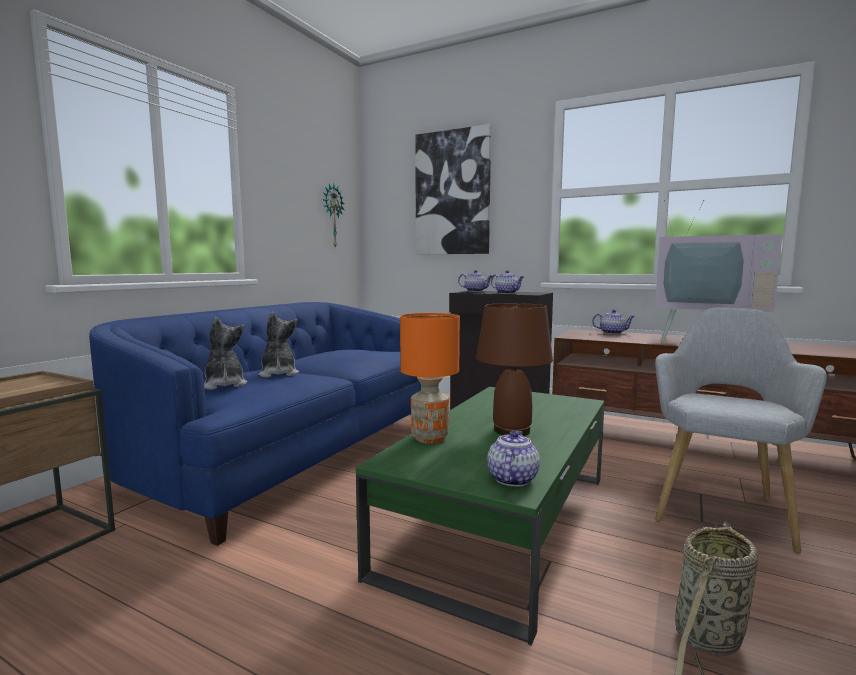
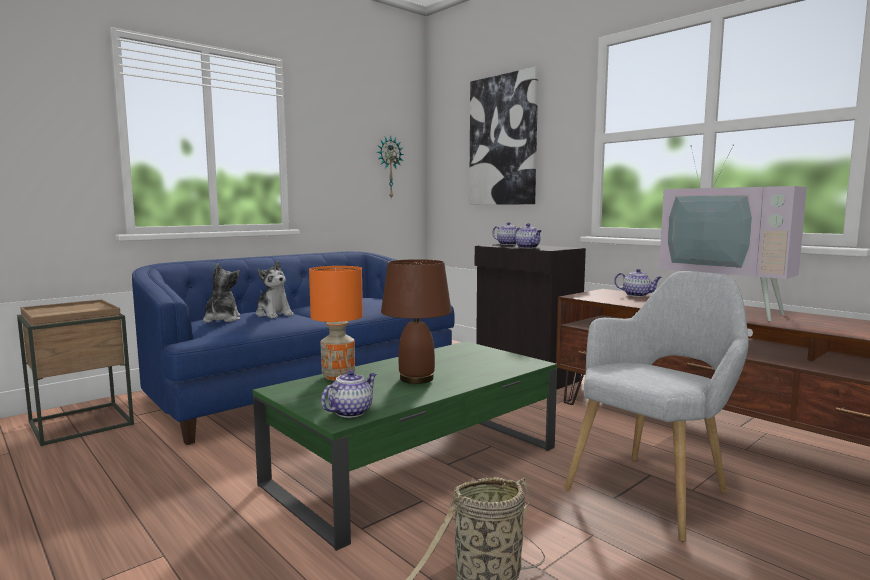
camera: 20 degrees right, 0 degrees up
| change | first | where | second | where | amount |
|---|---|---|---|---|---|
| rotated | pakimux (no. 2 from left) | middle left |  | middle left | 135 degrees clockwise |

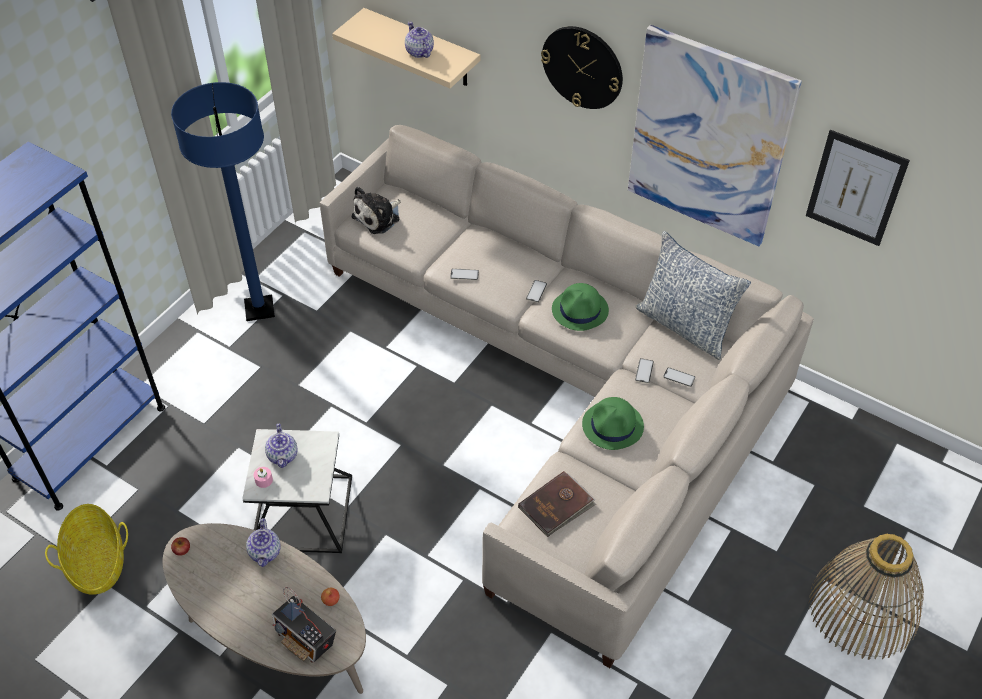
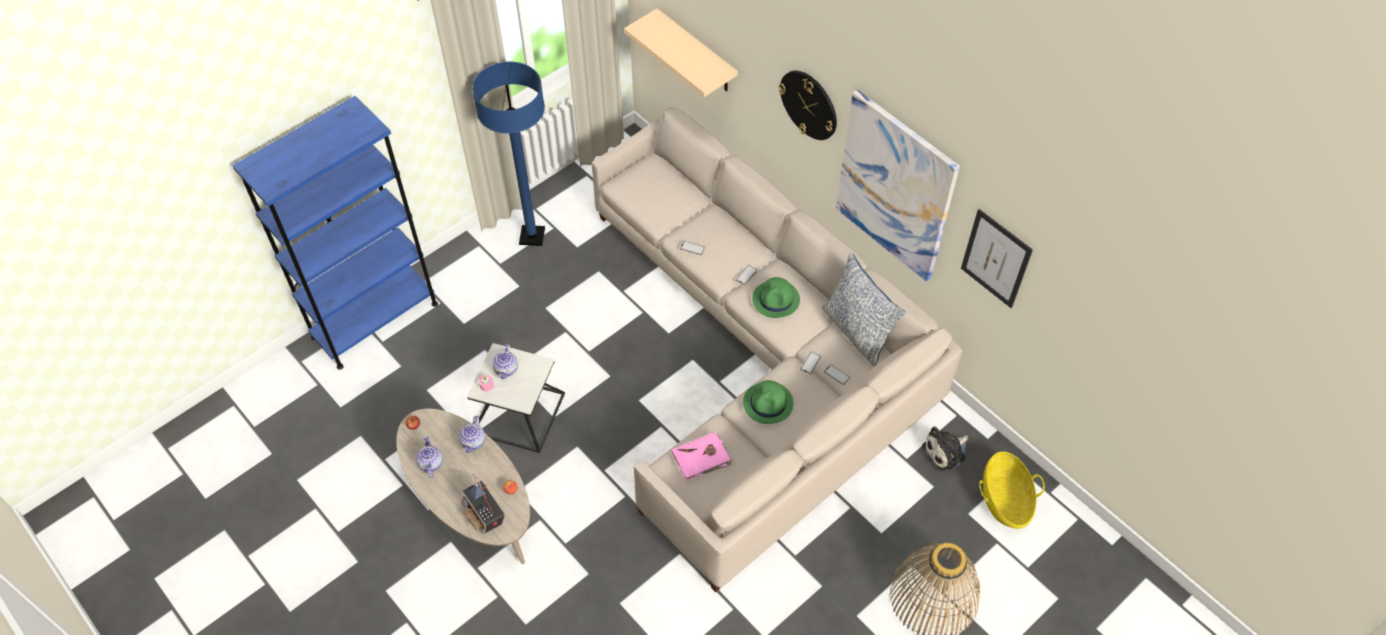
camera: 15 degrees right, 5 degrees up
| change | first | where | second | where | amount |
|---|---|---|---|---|---|
| shifted | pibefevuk (no. 3 from left in the first image) | top centre | pibefevuk (no. 1 from left) | bottom left |  |
| shifted | pakimux | top centre |  | bottom right |  |
| repainted | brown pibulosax | bottom centre | pink pibulosax | bottom centre |  |
| shifted | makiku (no. 1 from left in the first image) | bottom left | makiku (no. 2 from left) | bottom right |  |

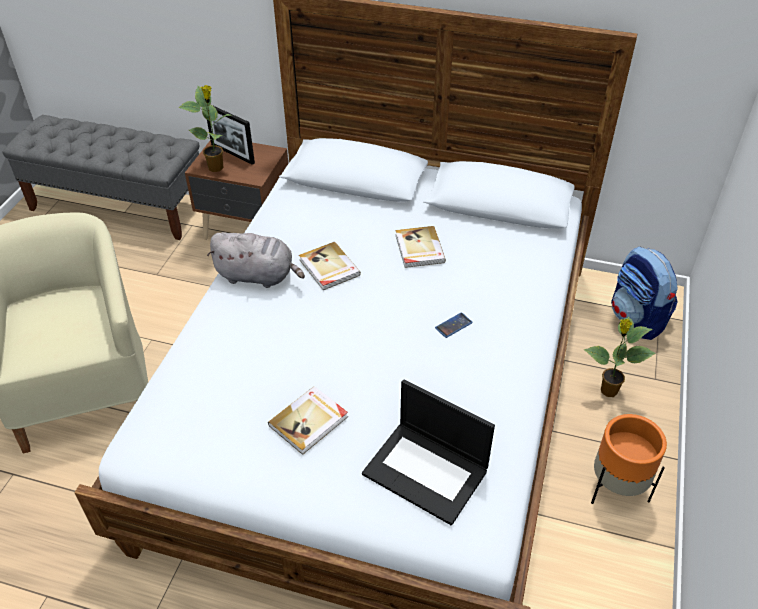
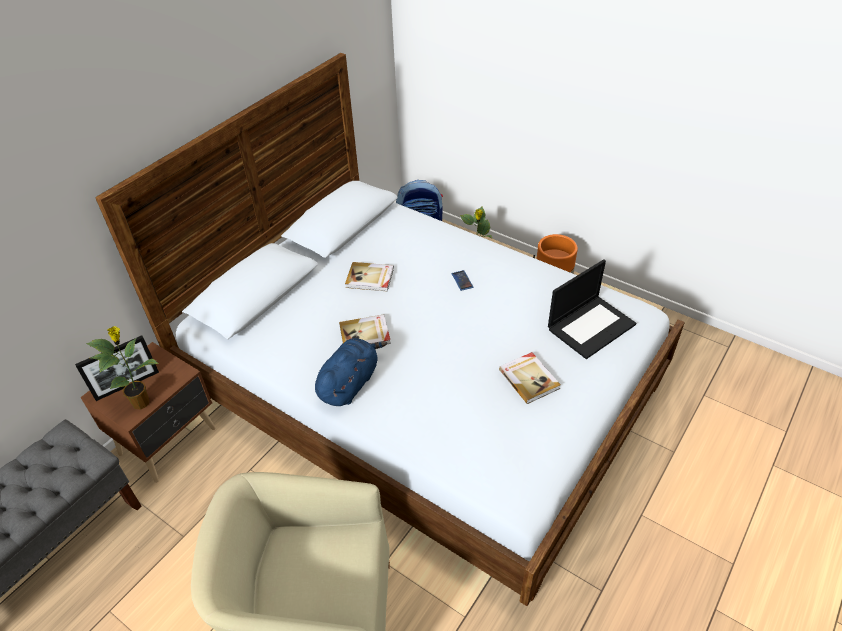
camera: 70 degrees left, 0 degrees up
| change | first | where | second | where | amount |
|---|---|---|---|---|---|
| repainted | grey pakimux | centre | blue pakimux | centre |  |

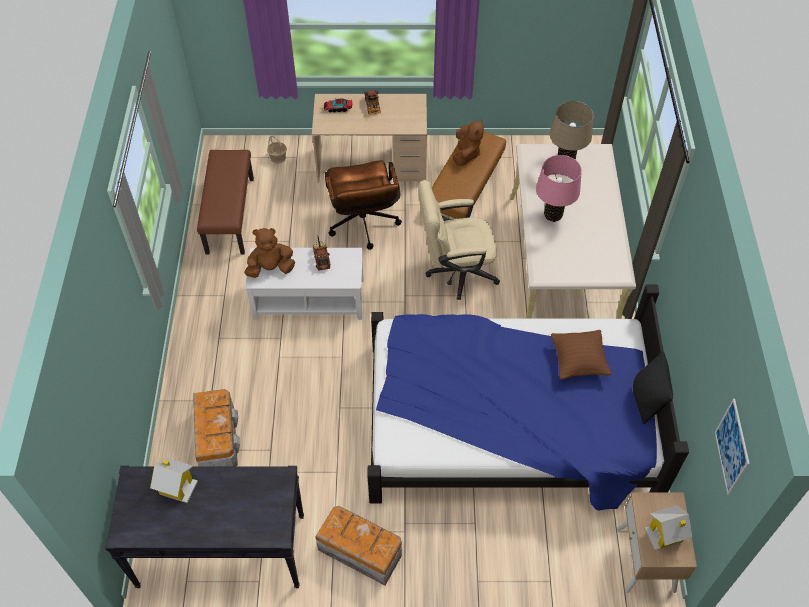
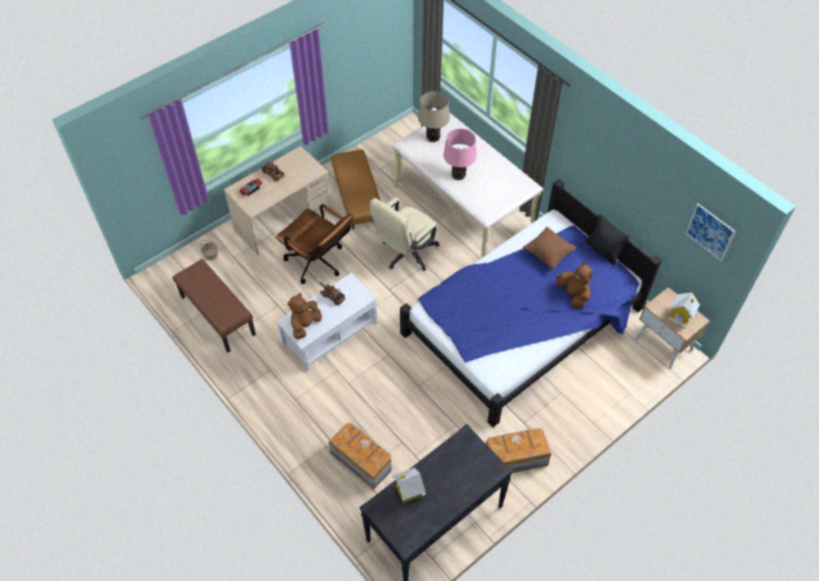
camera: 40 degrees left, 0 degrees up
| change | first | where | second | where | amount |
|---|---|---|---|---|---|
| shifted | brown pakimux (no. 2 from left) | top centre |  | middle right |  |

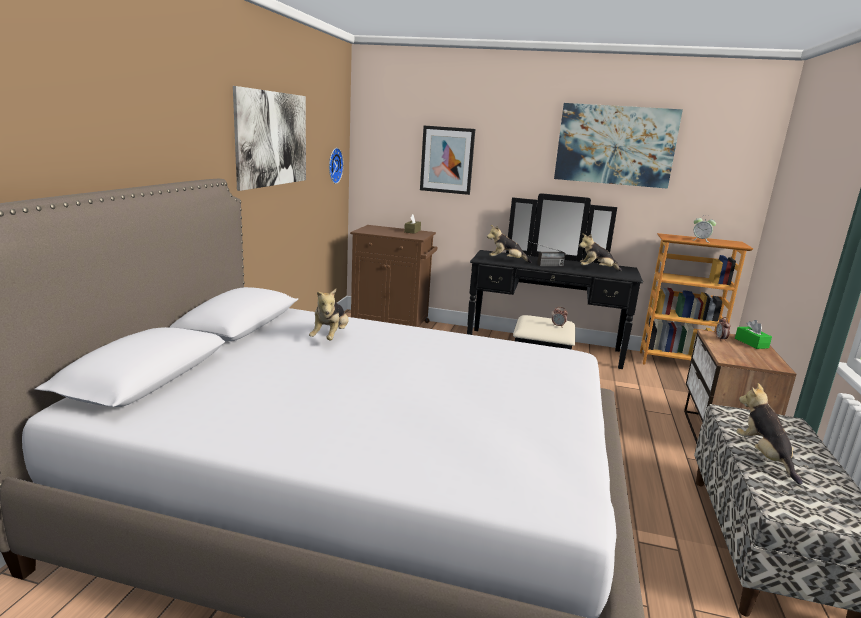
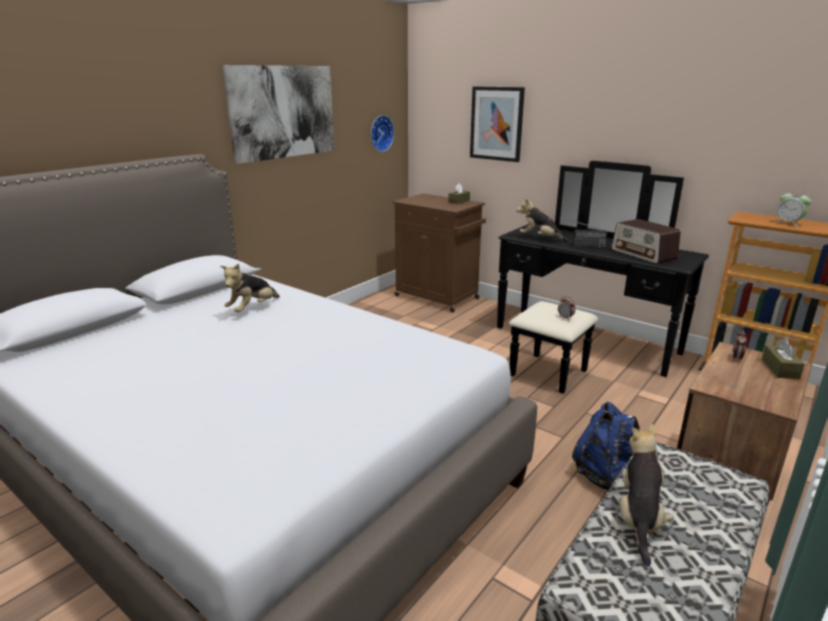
camera: 25 degrees right, 5 degrees up
| change | first | where | second | where | amount |
|---|---|---|---|---|---|
| gone | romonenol (no. 3 from left) | top right |  |  |  |
| swapped | pakimux (no. 3 from left) | middle right | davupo (no. 2 from left) | middle right |  |
| repainted | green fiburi | middle right | brown fiburi (no. 2 from left) | middle right |  |
| new |  |  | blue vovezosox | bottom right |  |

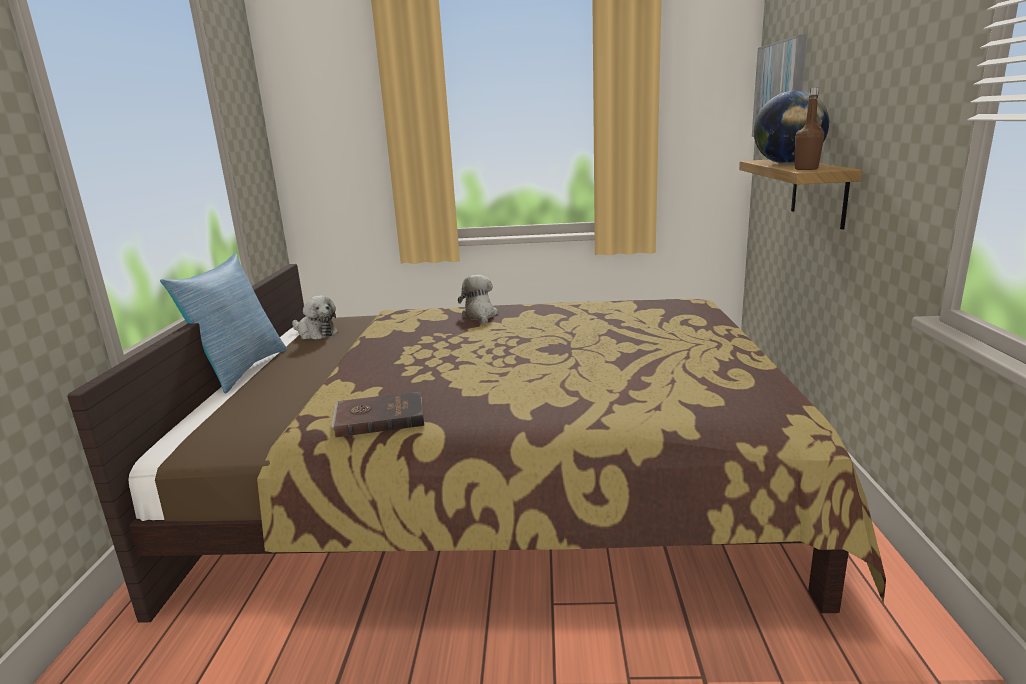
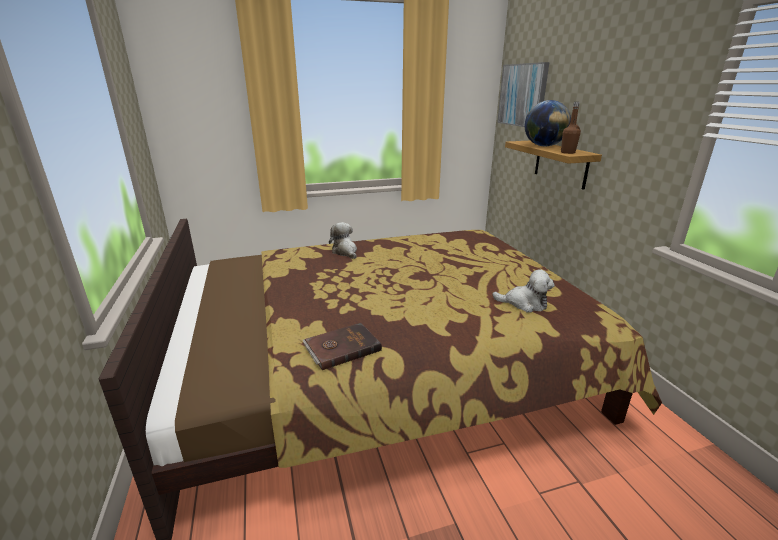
camera: 20 degrees left, 5 degrees up
| change | first | where | second | where | amount |
|---|---|---|---|---|---|
| gone | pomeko | middle left |  |  |  |
| shifted | pakimux (no. 1 from left in the first image) | middle left | pakimux (no. 2 from left) | middle right |  |

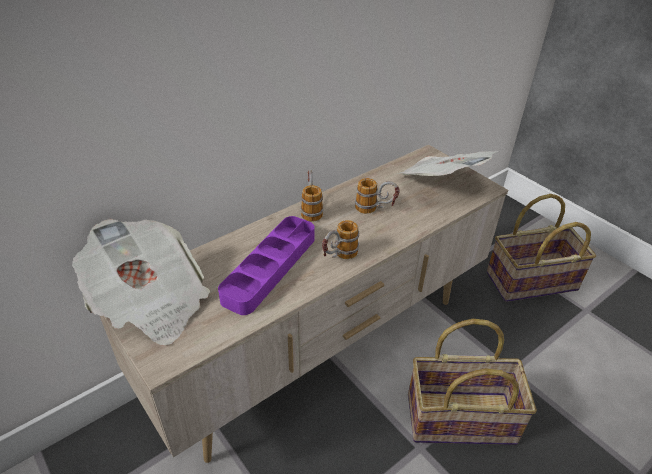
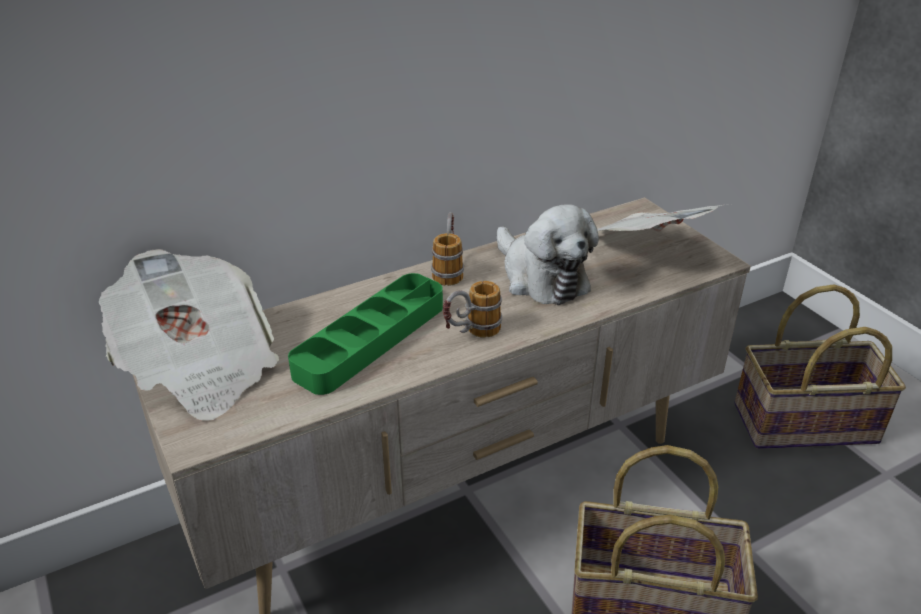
camera: 10 degrees right, 5 degrees down
| change | first | where | second | where | amount |
|---|---|---|---|---|---|
| swapped | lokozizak (no. 3 from left) | centre | pakimux | centre |  |
| repainted | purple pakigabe | centre | green pakigabe | centre |  |

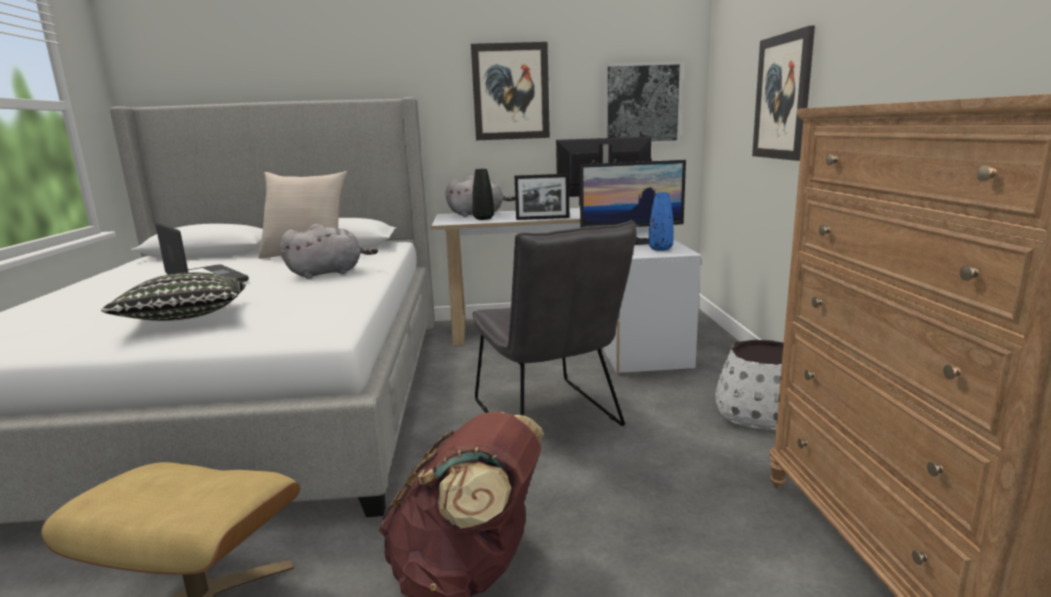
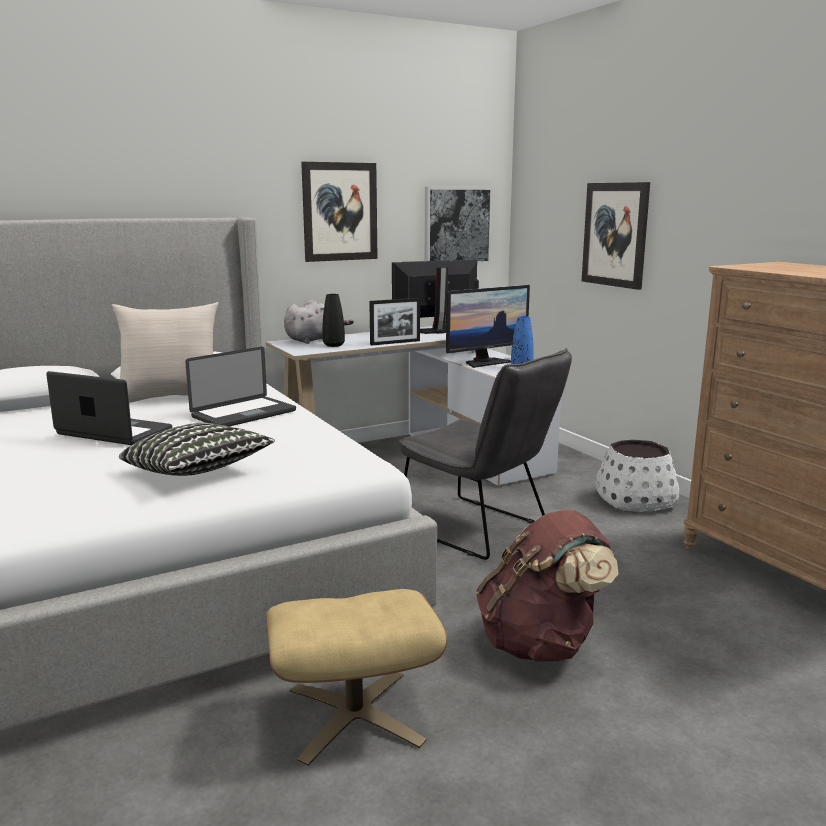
camera: 25 degrees left, 0 degrees up
| change | first | where | second | where | amount |
|---|---|---|---|---|---|
| swapped | grey pakimux (no. 1 from left) | middle left | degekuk (no. 2 from left) | middle left |  |

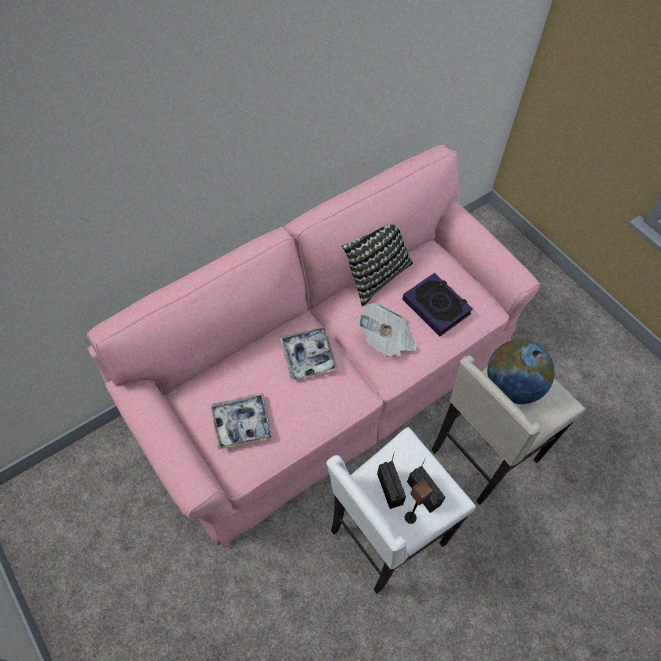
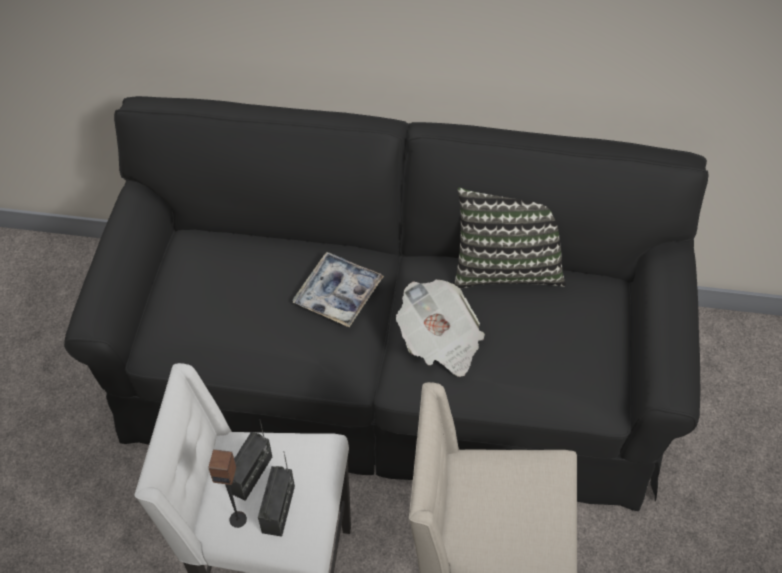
camera: 45 degrees right, 5 degrees down
| change | first | where | second | where | amount |
|---|---|---|---|---|---|
| repainted | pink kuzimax | centre | black kuzimax | centre |  |
| gone | pibulosax | centre |  |  |  |
| gone | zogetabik | middle right |  |  |  |
| gone | pakigabe (no. 1 from left) | centre |  |  |  |

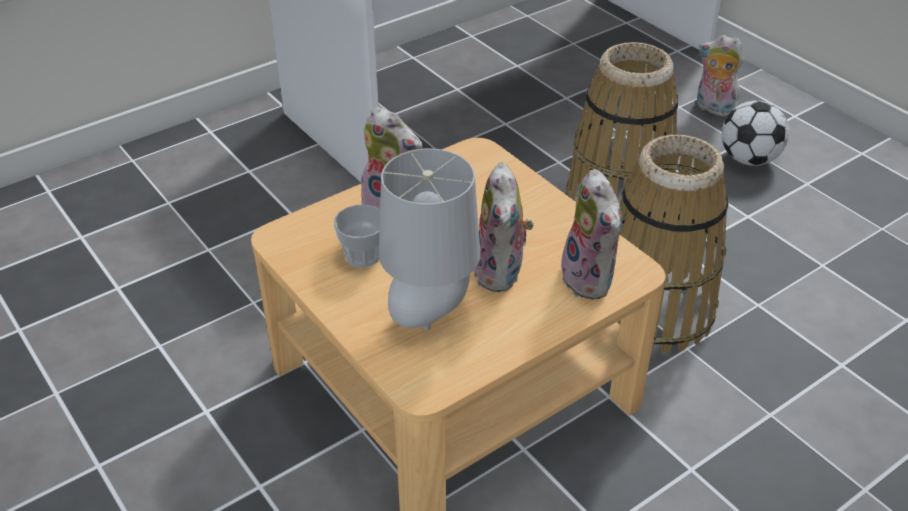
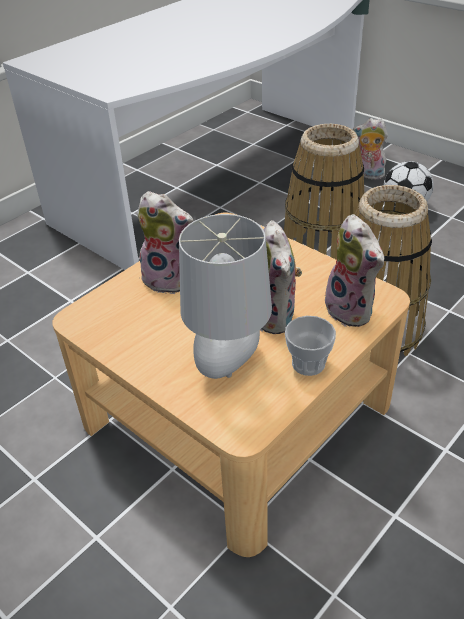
camera: 10 degrees left, 0 degrees up
| change | first | where | second | where | amount |
|---|---|---|---|---|---|
| shifted | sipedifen | centre |  | middle right |  |

